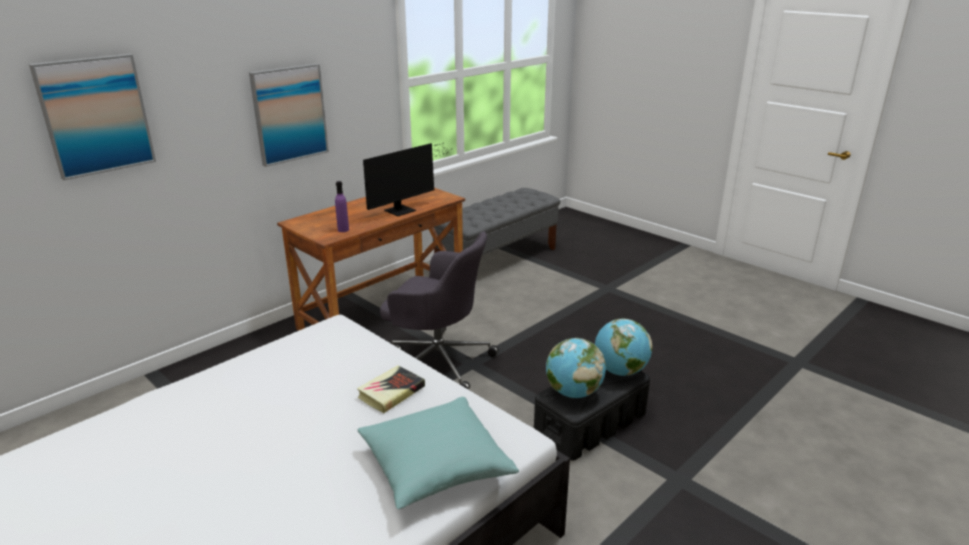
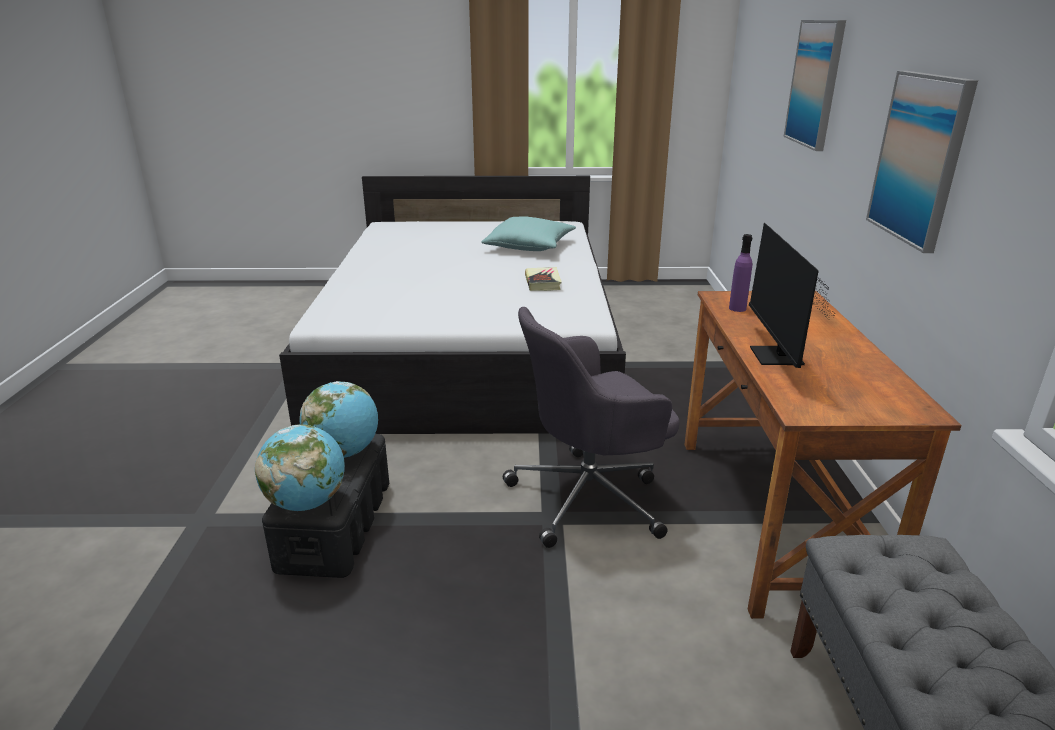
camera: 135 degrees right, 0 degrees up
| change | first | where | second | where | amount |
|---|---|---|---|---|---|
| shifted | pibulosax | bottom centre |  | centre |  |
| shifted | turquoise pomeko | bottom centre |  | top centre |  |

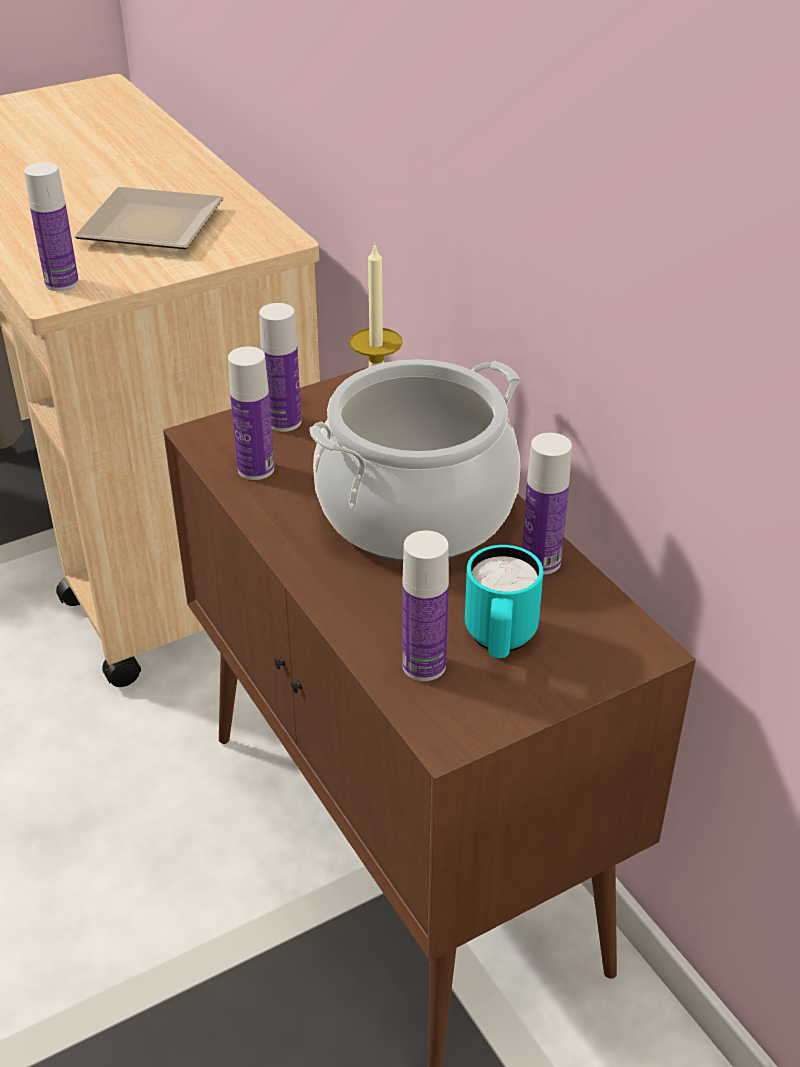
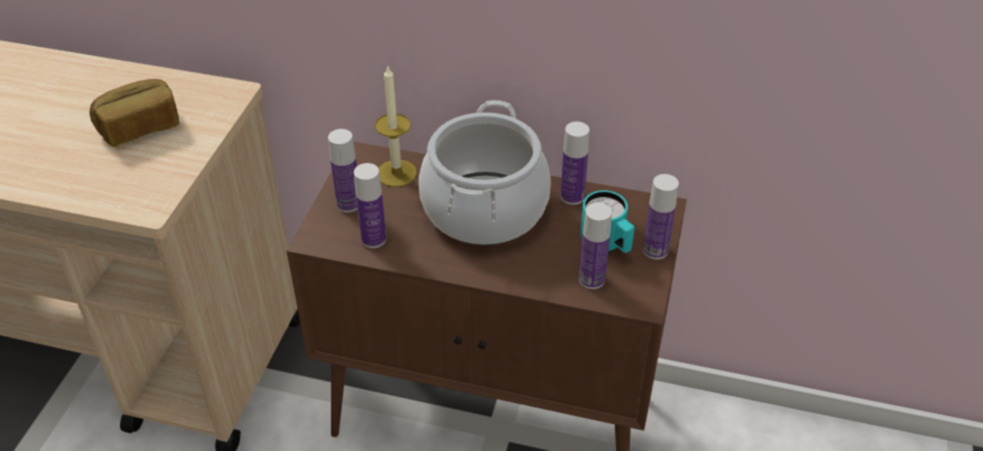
camera: 45 degrees left, 5 degrees up
| change | first | where | second | where | amount |
|---|---|---|---|---|---|
| shifted | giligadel (no. 1 from left in the first image) | top left | giligadel (no. 5 from left) | middle right |  |
| swapped | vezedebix | top left | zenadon | top left |  |

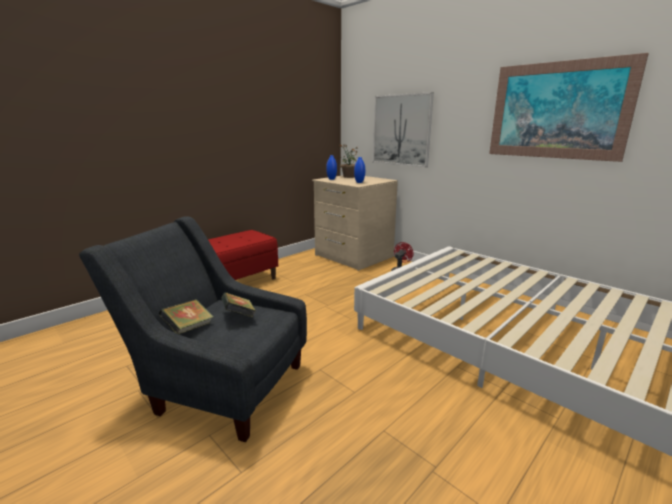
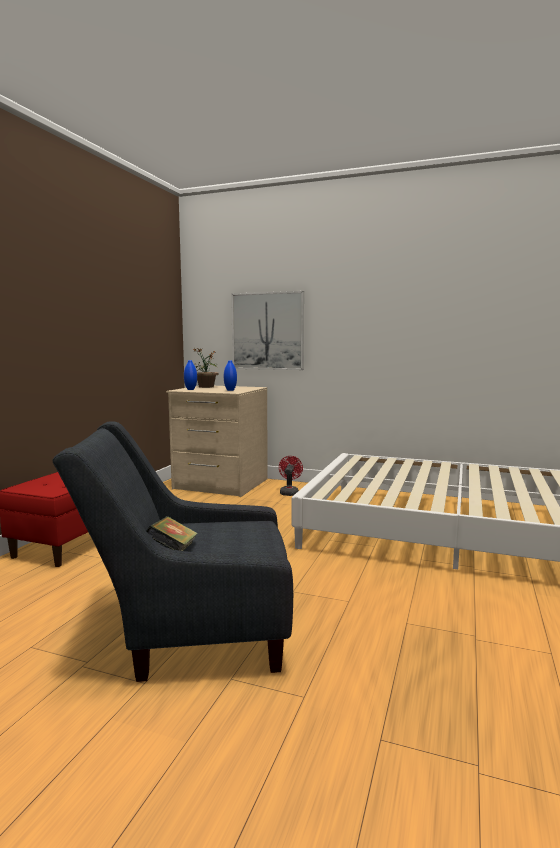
camera: 25 degrees left, 10 degrees down
| change | first | where | second | where | amount |
|---|---|---|---|---|---|
| gone | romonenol (no. 2 from left) | top right |  |  |  |
| gone | pibulosax (no. 2 from left) | centre |  |  |  |

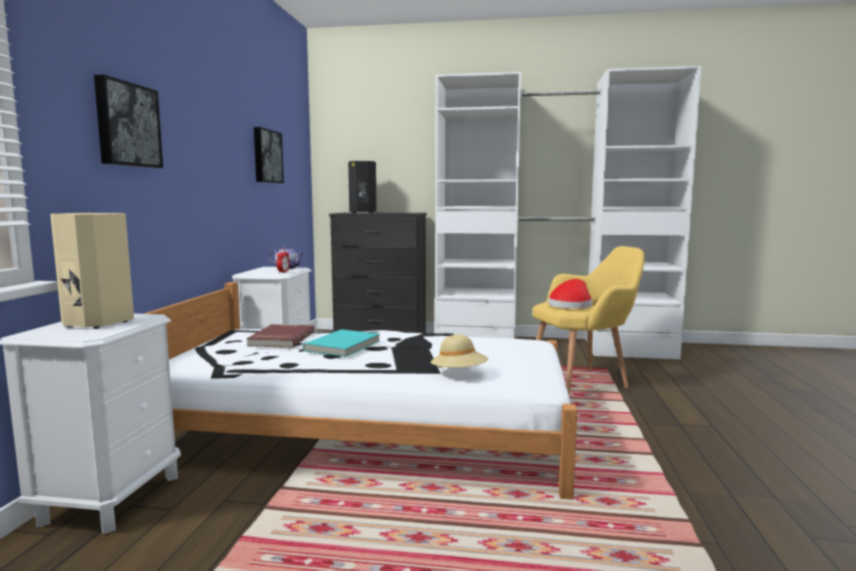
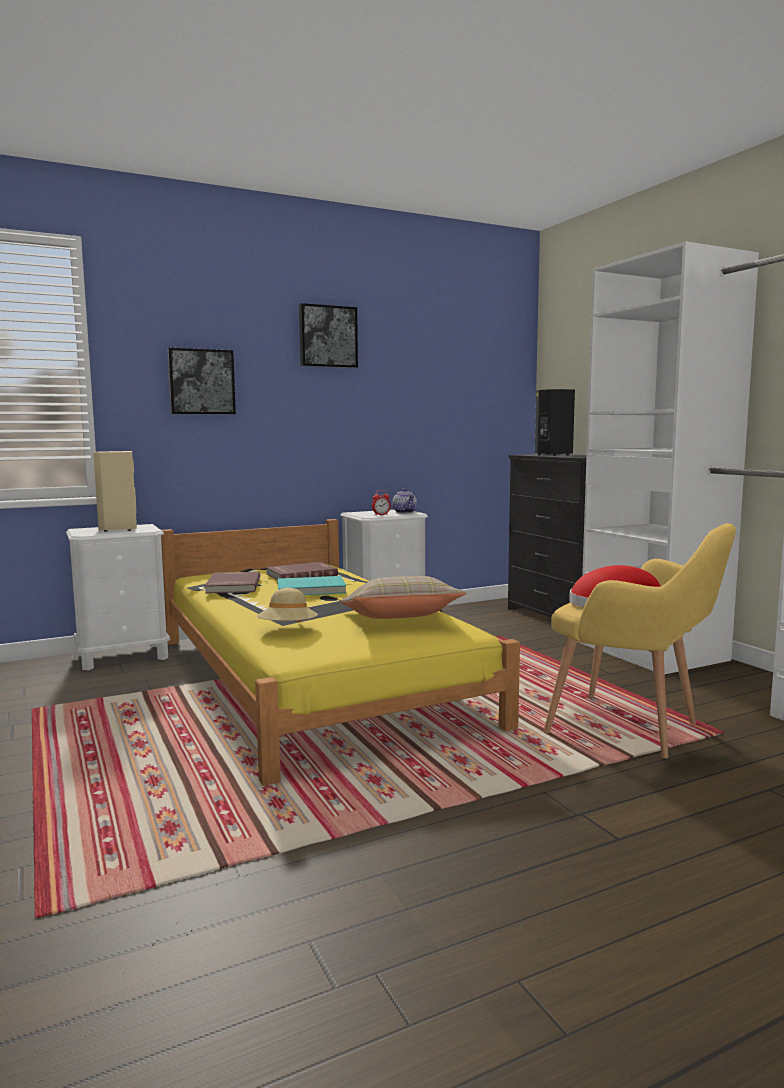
camera: 55 degrees right, 0 degrees up
| change | first | where | second | where | amount |
|---|---|---|---|---|---|
| shifted | romonenol (no. 2 from left) | top left |  | top centre |  |
| repainted | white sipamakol | bottom centre | yellow sipamakol | centre |  |
| new |  |  | red pibulosax (no. 1 from left) | middle left |  |
| new |  |  | beige pomeko | centre |  |

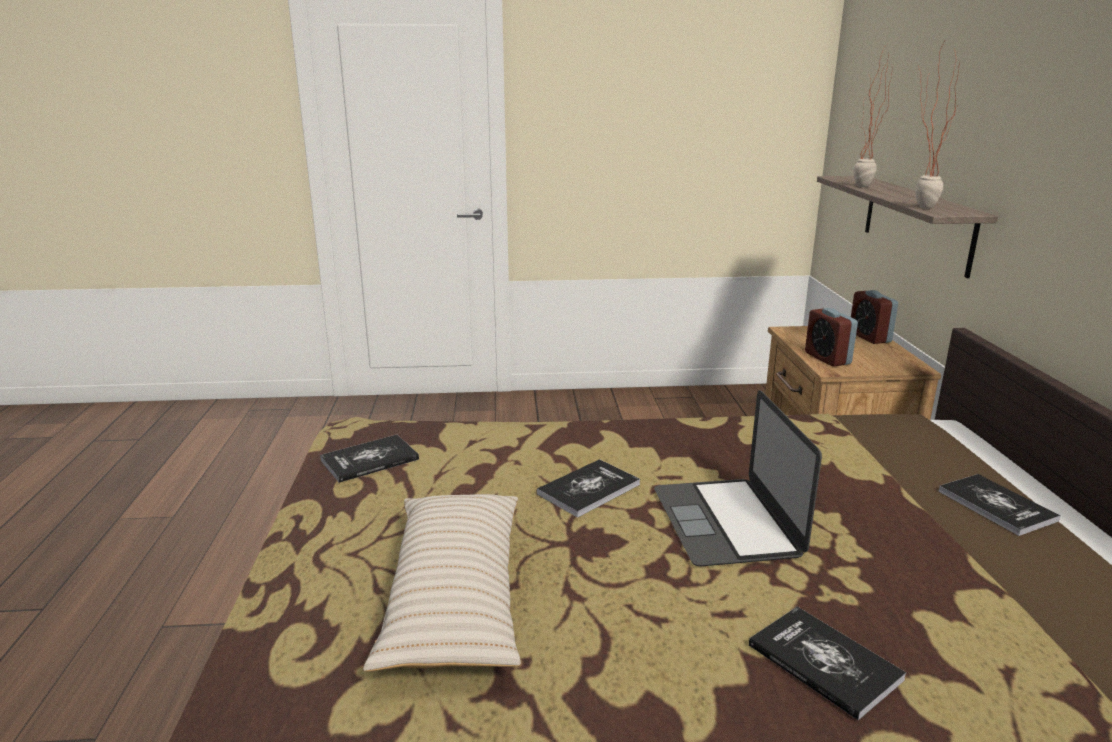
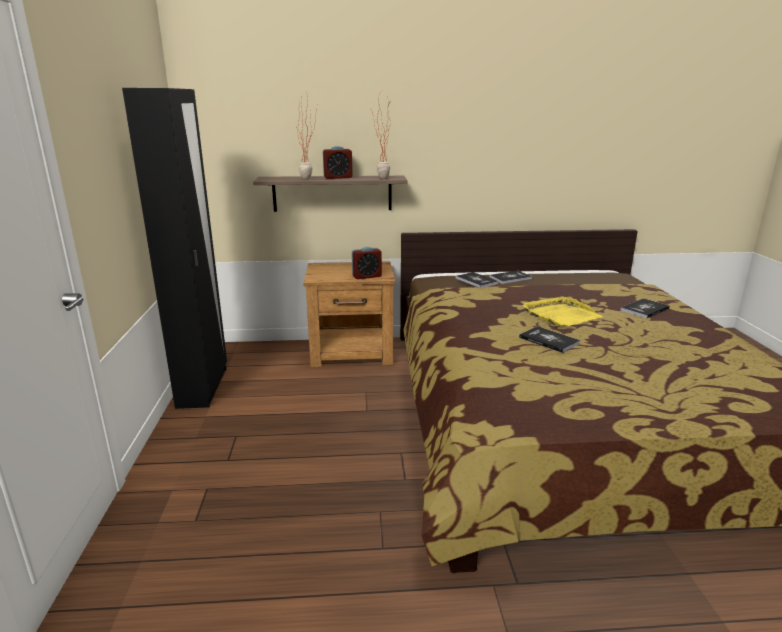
camera: 90 degrees left, 0 degrees up
| change | first | where | second | where | amount |
|---|---|---|---|---|---|
| shifted | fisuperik (no. 2 from left in the first image) | middle right | fisuperik (no. 1 from left) | top centre |  |
| swapped | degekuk | centre | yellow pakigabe | middle right |  |
| shifted | pibulosax (no. 1 from left) | middle left |  | centre |  |
| gone | beige pomeko | bottom centre |  |  |  |
| new |  |  | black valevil | middle left |  |

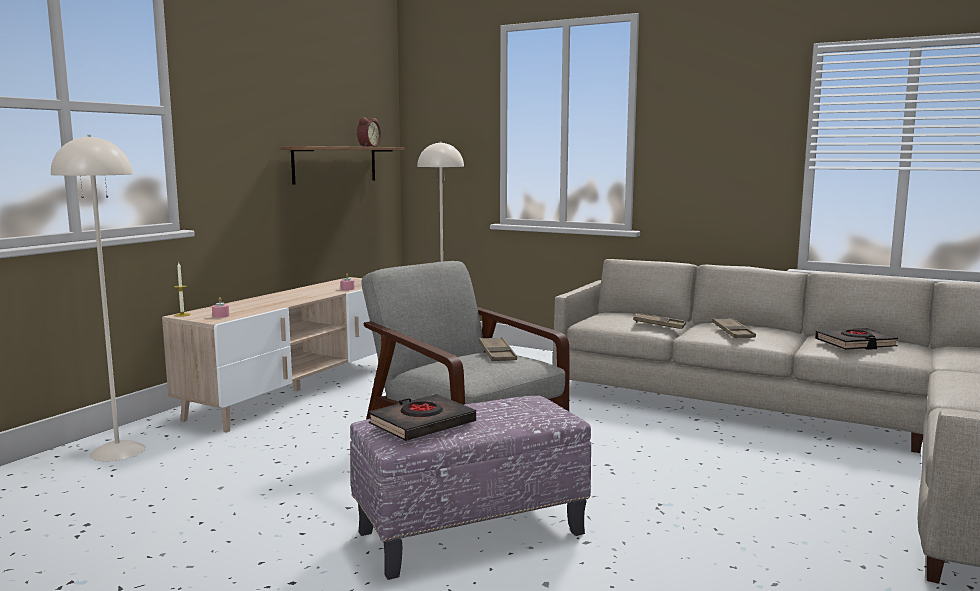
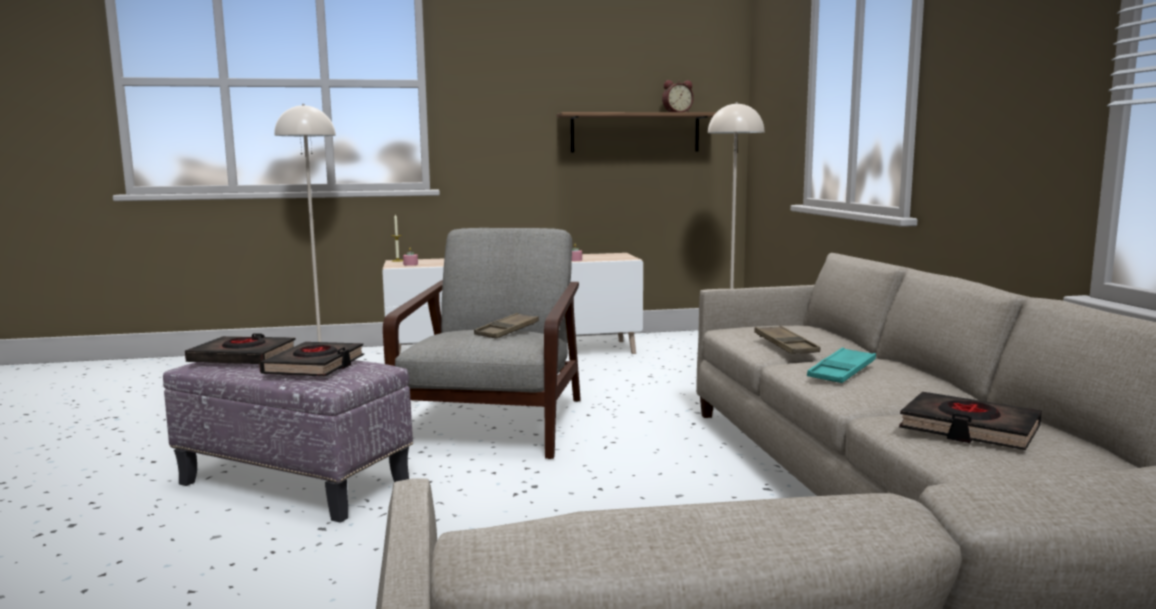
camera: 50 degrees right, 0 degrees up
| change | first | where | second | where | amount |
|---|---|---|---|---|---|
| repainted | brown pakigabe (no. 3 from left) | middle right | turquoise pakigabe | middle right |  |
| new |  |  | black pibulosax (no. 2 from left) | middle left |  |

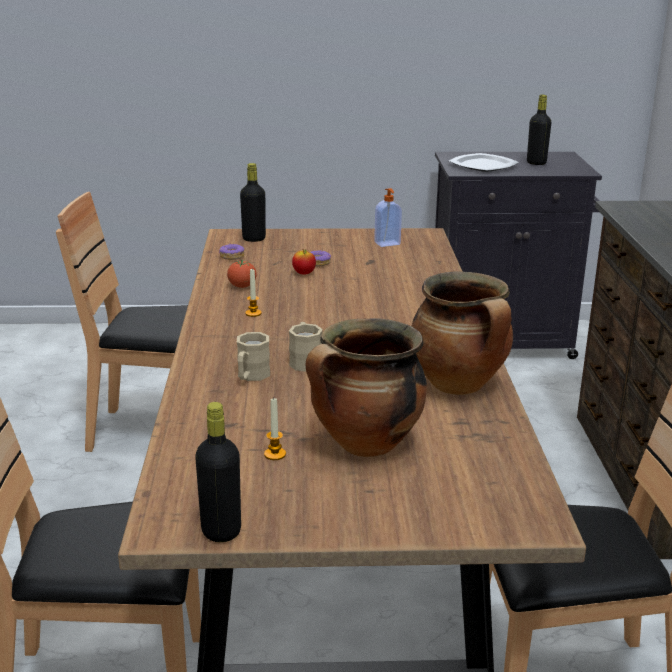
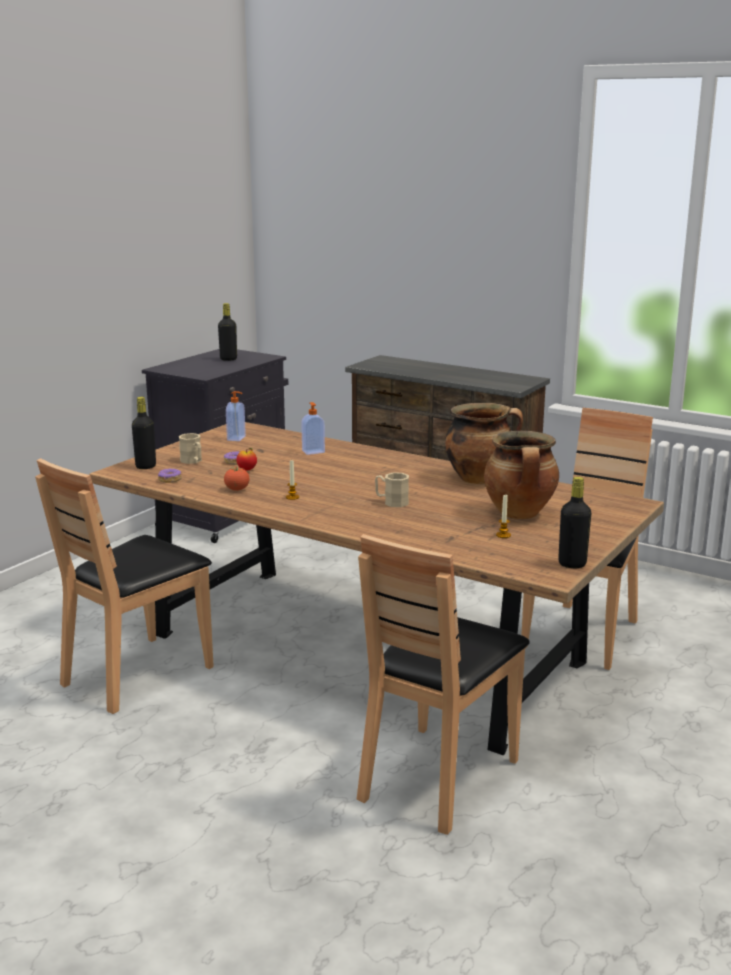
camera: 55 degrees left, 5 degrees down
| change | first | where | second | where | amount |
|---|---|---|---|---|---|
| gone | vezedebix | top right |  |  |  |
| shifted | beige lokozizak (no. 1 from left) | centre |  | middle left |  |
| new |  |  | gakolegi (no. 2 from left) | centre |  |

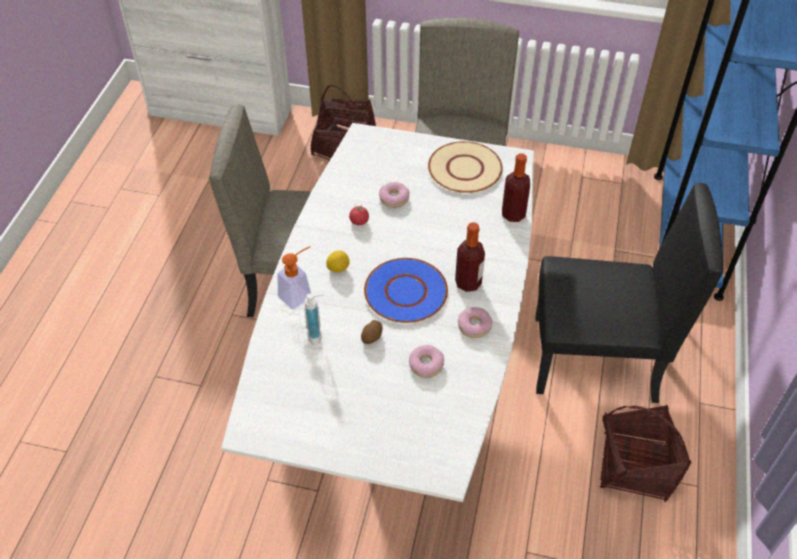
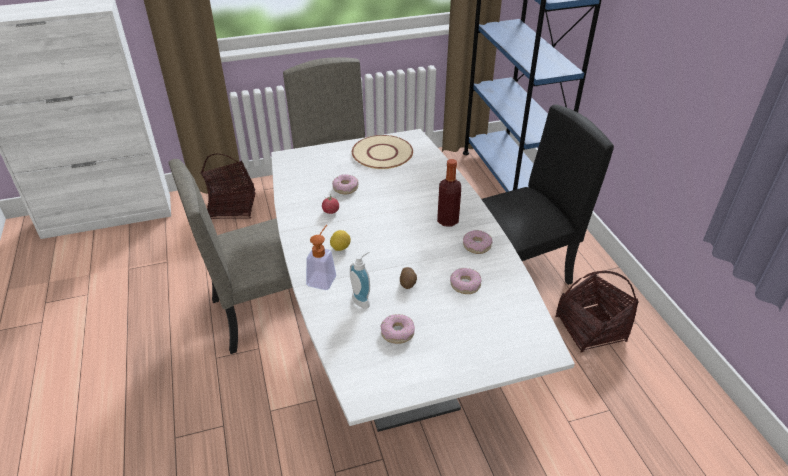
camera: 30 degrees left, 10 degrees down
| change | first | where | second | where | amount |
|---|---|---|---|---|---|
| gone | giligadel (no. 2 from left) | centre |  |  |  |
| gone | blue vezedebix | centre |  |  |  |
| new |  |  | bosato (no. 2 from left) | bottom centre |  |

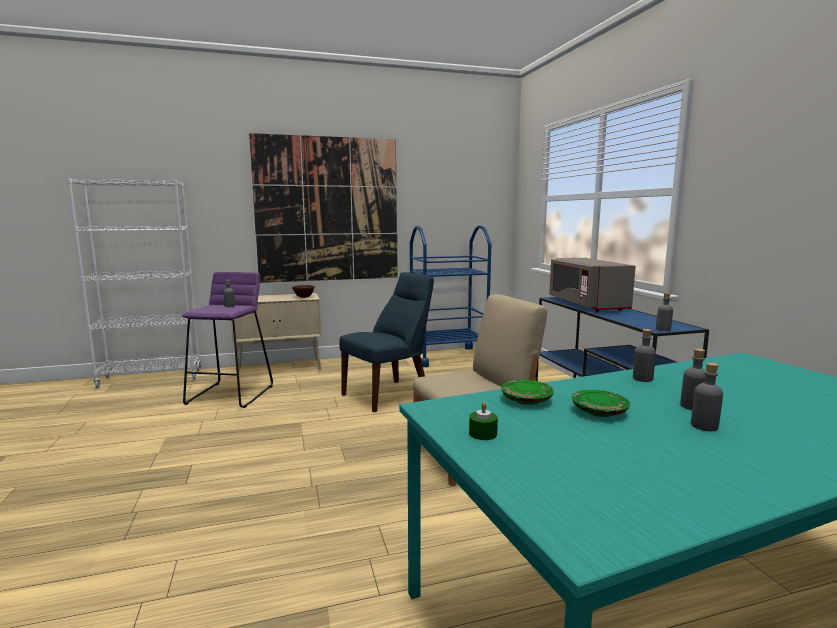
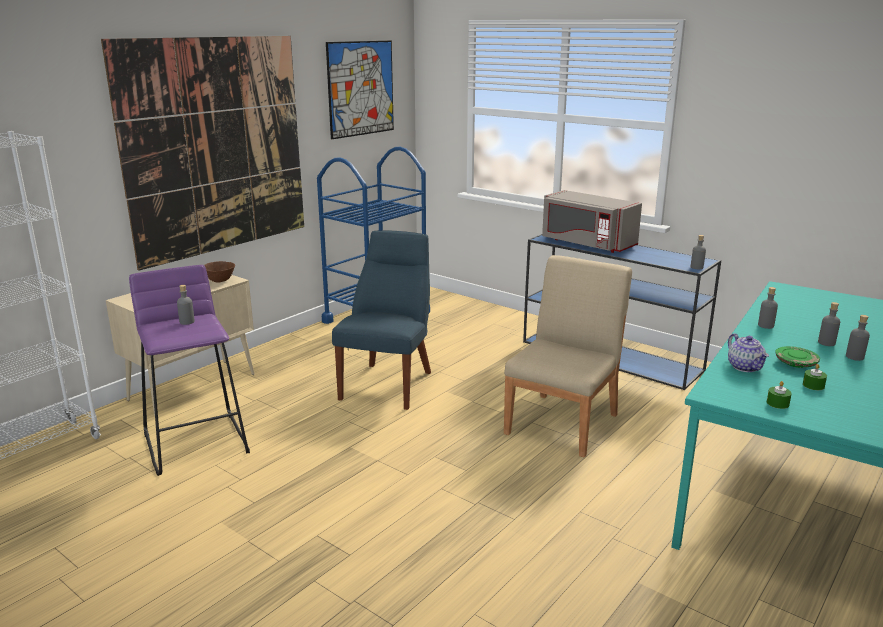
camera: 35 degrees left, 10 degrees up
| change | first | where | second | where | amount |
|---|---|---|---|---|---|
| swapped | green vezedebix (no. 1 from left) | centre | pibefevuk | middle right |  |
| new |  |  | romonenol (no. 2 from left) | top centre |  |
| new |  |  | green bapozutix (no. 2 from left) | middle right |  |

